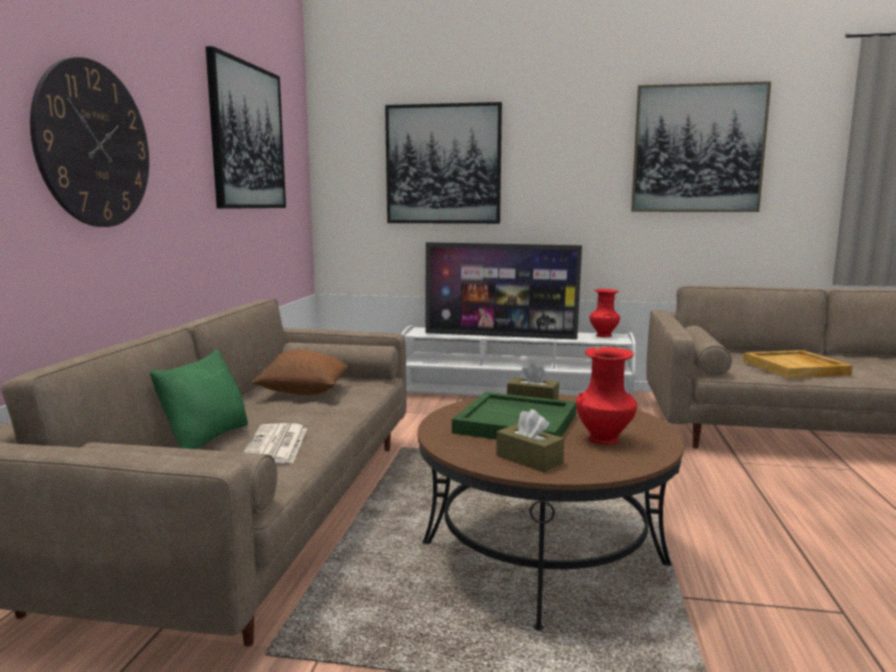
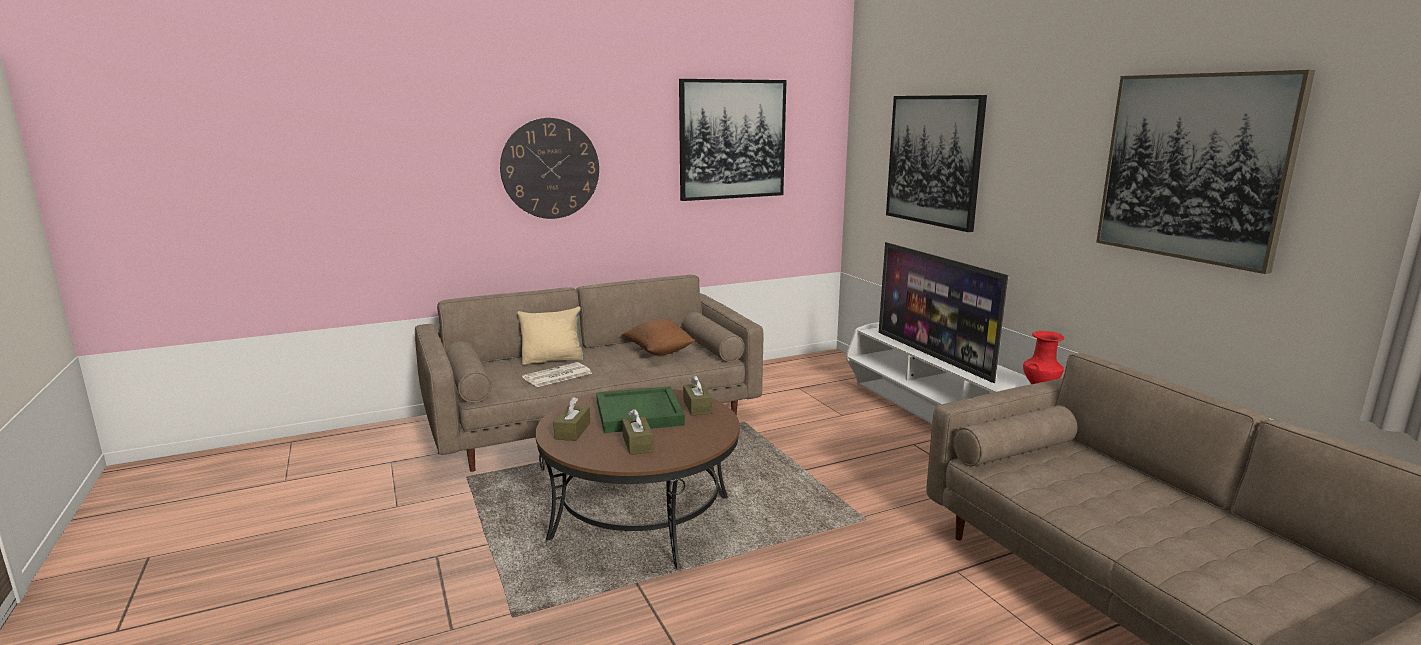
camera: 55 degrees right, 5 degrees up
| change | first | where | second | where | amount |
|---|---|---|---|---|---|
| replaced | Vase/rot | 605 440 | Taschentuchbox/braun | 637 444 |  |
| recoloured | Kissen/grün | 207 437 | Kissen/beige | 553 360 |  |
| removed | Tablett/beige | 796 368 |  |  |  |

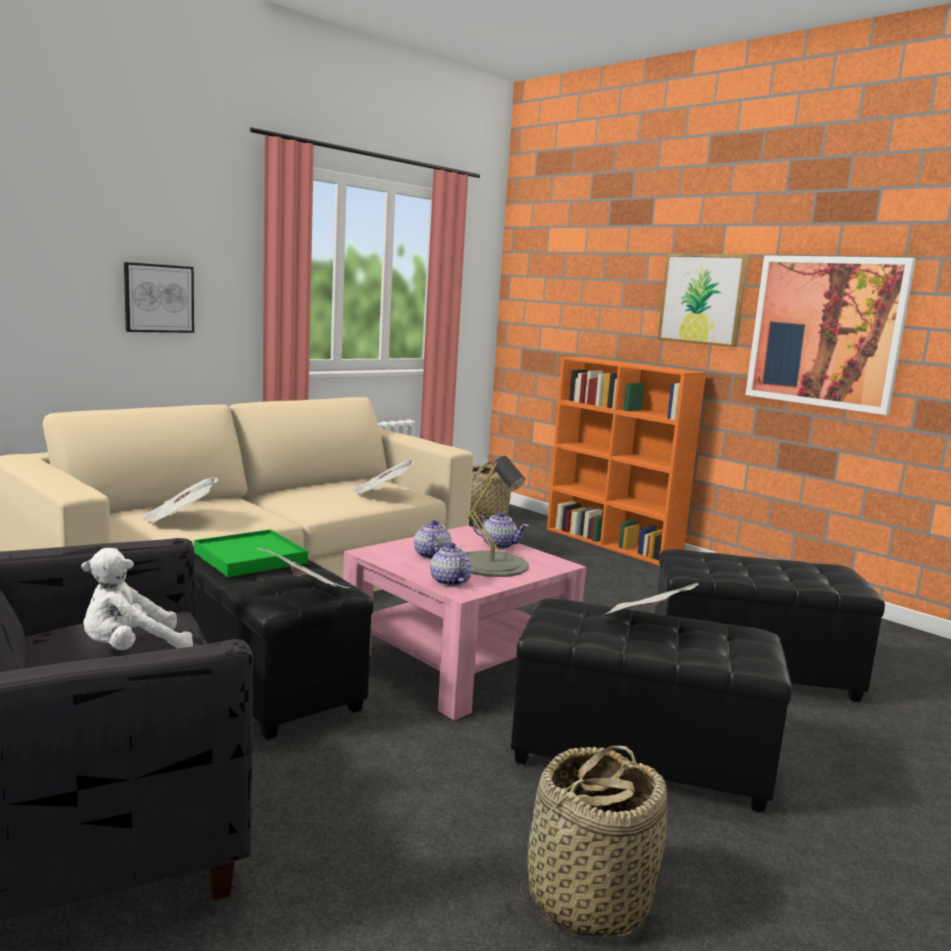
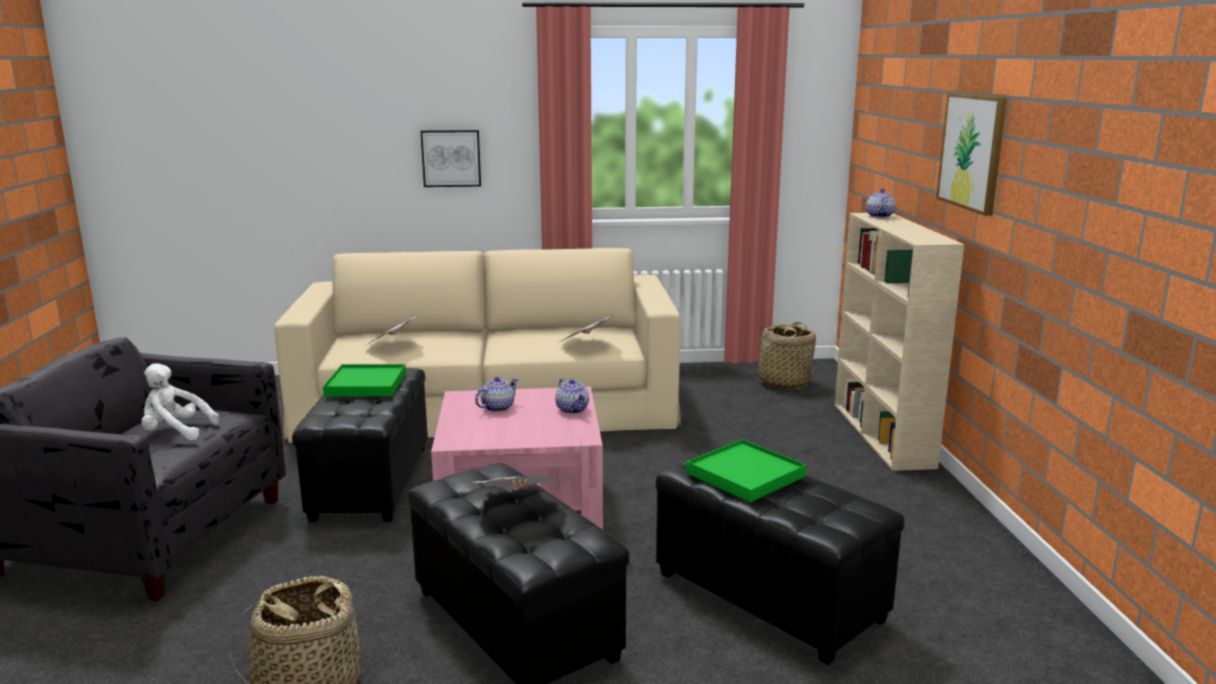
camera: 40 degrees right, 5 degrees up
| change | first | where | second | where | amount |
|---|---|---|---|---|---|
| removed | Bild | 825 331 |  |  |  |
| recoloured | Bücherregal/orange | 613 544 | Bücherregal/beige | 883 435 |  |
| removed | Tischlampe/grau | 491 564 |  |  |  |
| moved | Teekanne | 449 581 |  | 879 216 |  |
| removed | Zeitung | 302 592 |  |  |  |
| added |  |  | Tablett/grün | 745 474 |  |

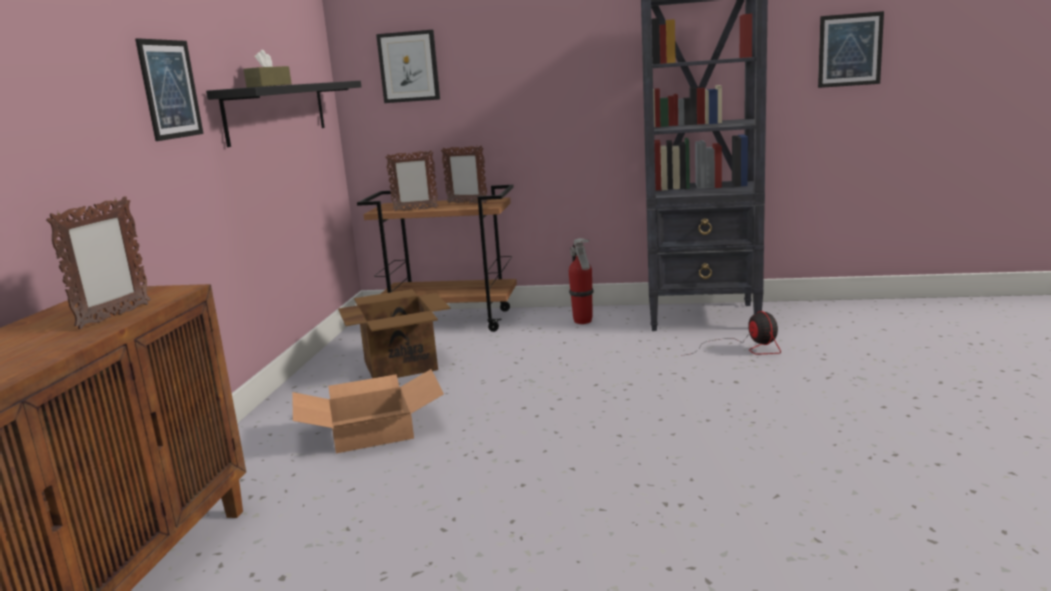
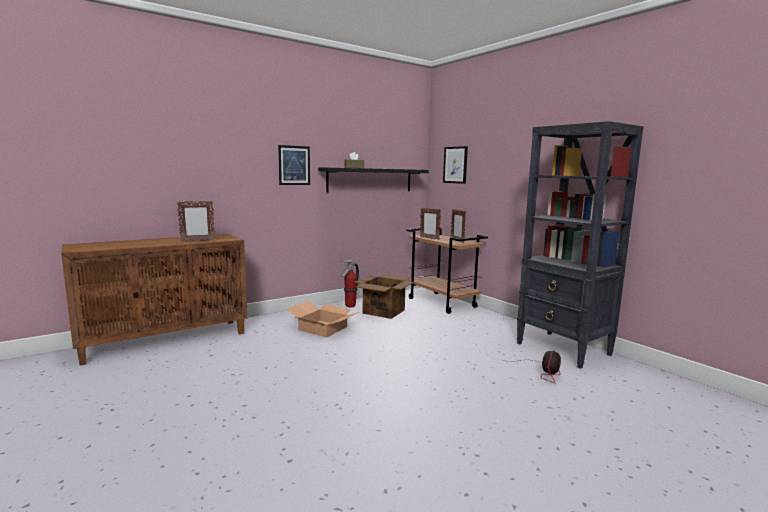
camera: 45 degrees right, 5 degrees down
| change | first | where | second | where | amount |
|---|---|---|---|---|---|
| removed | Bild | 850 50 |  |  |  |
| moved | Feuerlöscher | 583 321 |  | 350 306 |  |

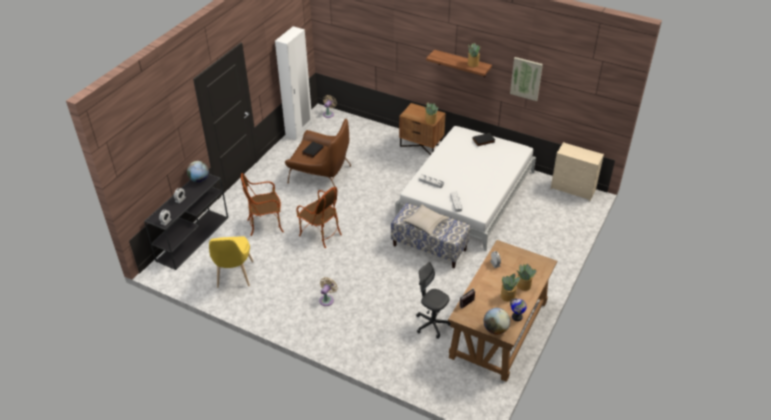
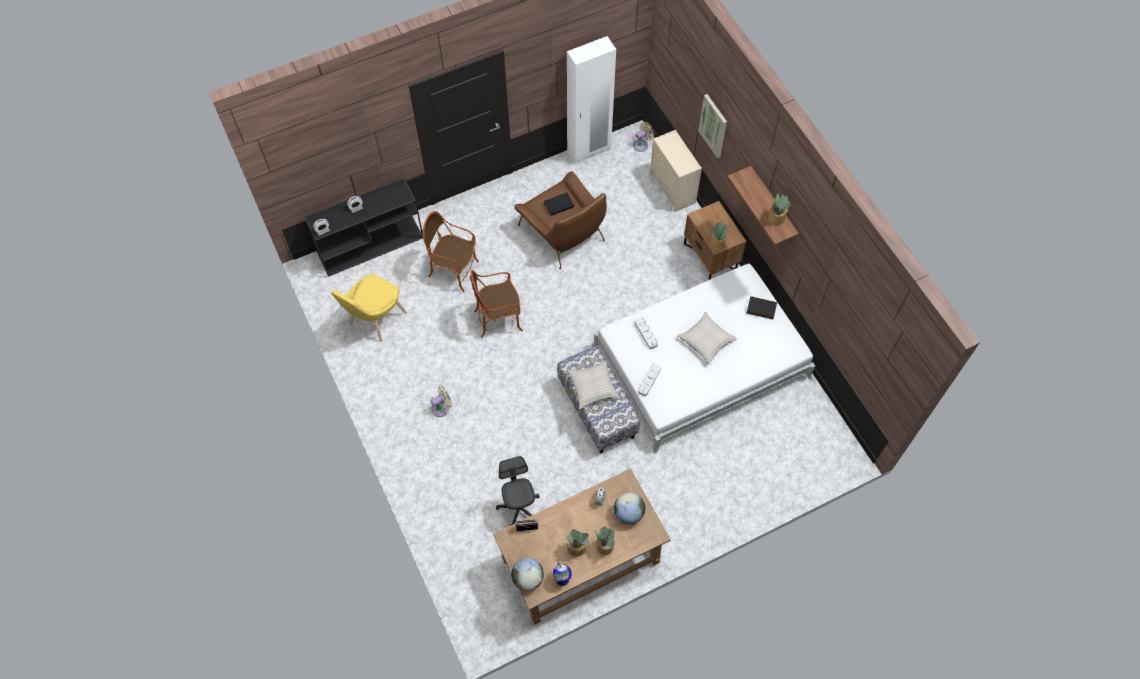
camera: 35 degrees right, 20 degrees up
| change | first | where | second | where | amount |
|---|---|---|---|---|---|
| moved | Bild | 526 78 |  | 713 125 |  |
| moved | Kommode/beige | 573 189 |  | 673 189 |  |
| moved | Globus | 199 179 |  | 628 513 |  |
| turned | Sessel | 320 234 |  | 498 318 | 90 degrees clockwise |
| added |  |  | Kissen/beige | 706 340 |  |

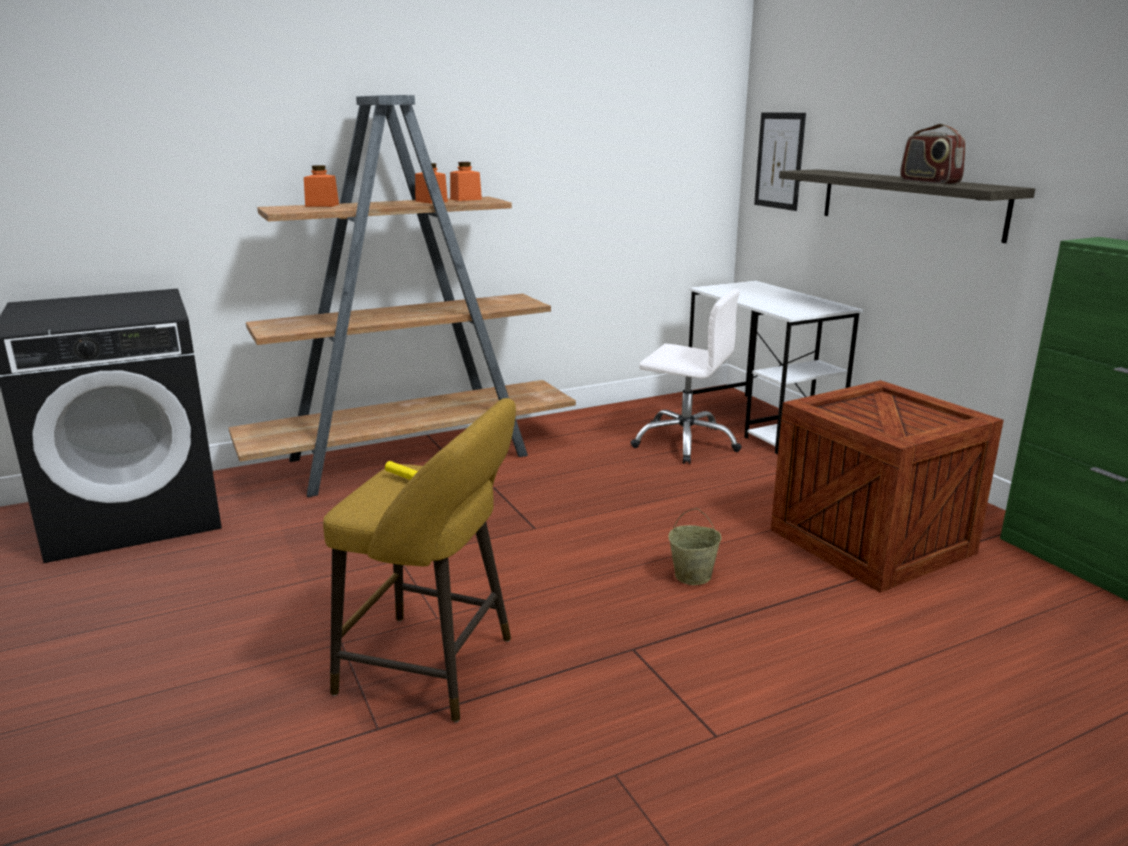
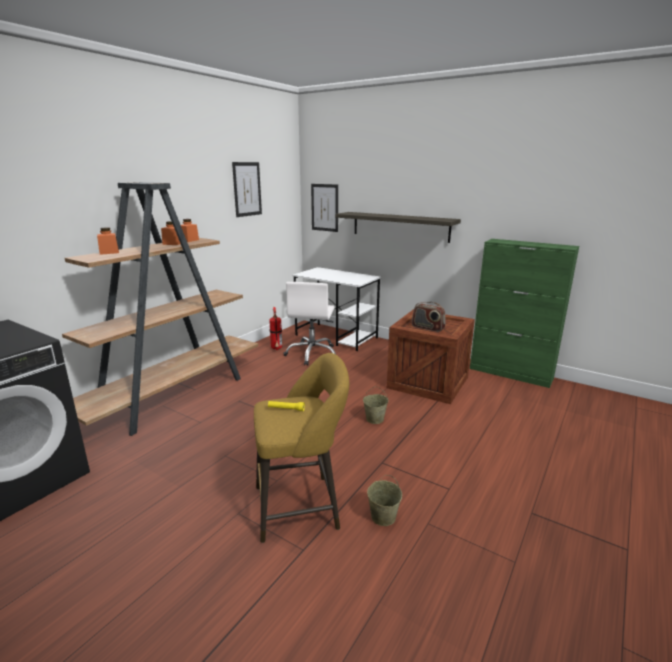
camera: 30 degrees left, 0 degrees up
| change | first | where | second | where | amount |
|---|---|---|---|---|---|
| moved | Radio | 929 182 |  | 427 328 |  |
| turned | Bürostuhl/weiß | 685 442 |  | 312 354 | 105 degrees clockwise |
| added |  |  | Bild | 247 189 |  |
| added |  |  | Feuerlöscher | 276 349 |  |
| added |  |  | Eimer/beige | 383 516 |  |

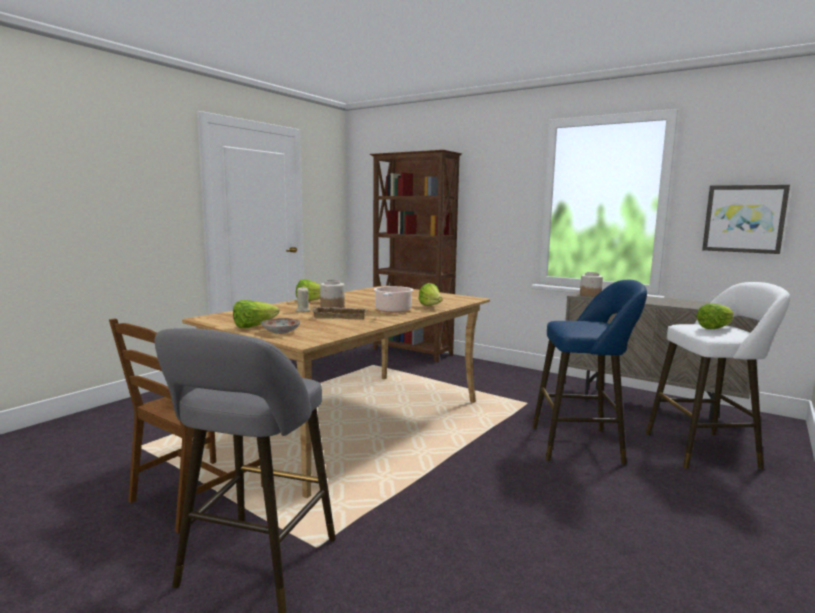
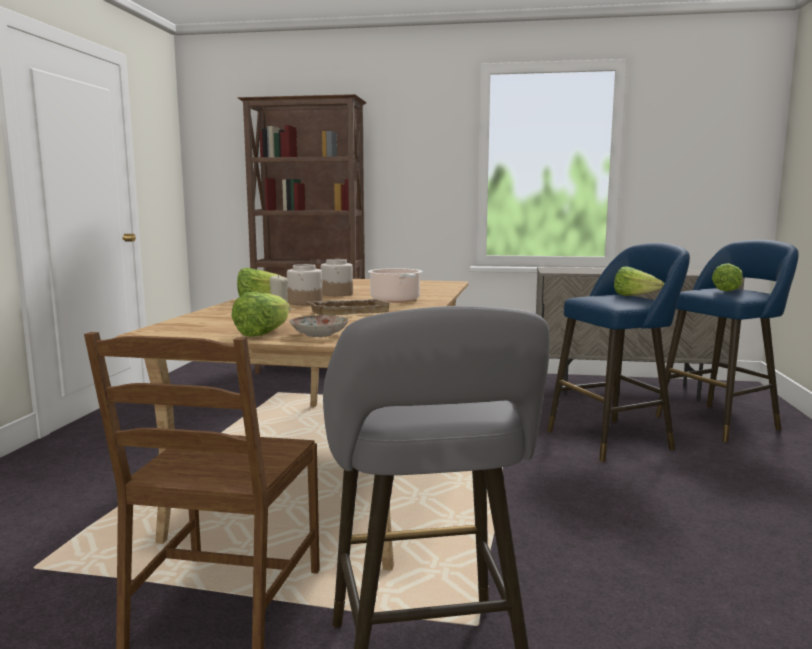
camera: 25 degrees left, 0 degrees up
| change | first | where | second | where | amount |
|---|---|---|---|---|---|
| removed | Bild | 744 219 |  |  |  |
| moved | Vorratsglas | 590 295 |  | 337 294 |  |
| recoloured | Hocker/weiß | 706 450 | Hocker/blau | 720 422 |  |
| moved | Salatkopf | 431 307 |  | 634 296 |  |

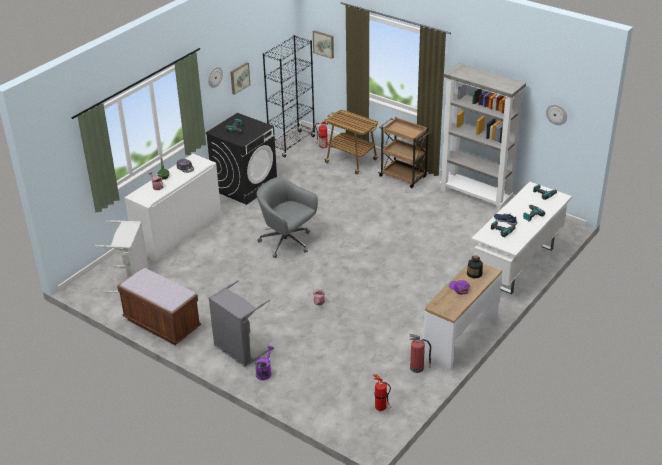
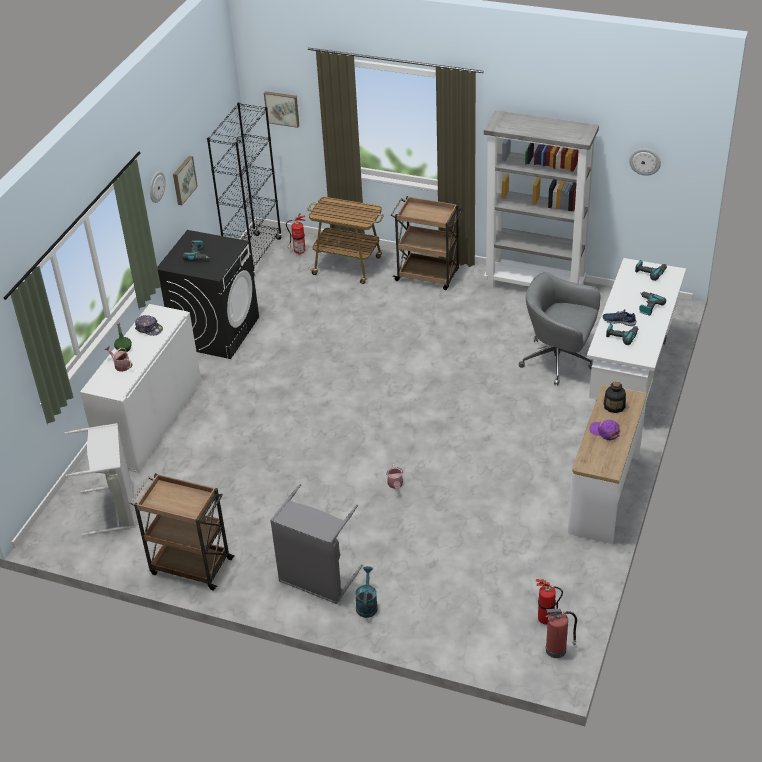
camera: 15 degrees left, 5 degrees up
| change | first | where | second | where | amount |
|---|---|---|---|---|---|
| moved | Bürostuhl/grau | 287 243 |  | 559 361 |  |
| replaced | Bank/braun | 162 324 | Rollwagen/braun | 190 566 |  |
| moved | Feuerlöscher | 417 368 |  | 557 649 |  |
| recoloured | Gießkanne/lila | 264 372 | Gießkanne/türkis | 366 604 |  |

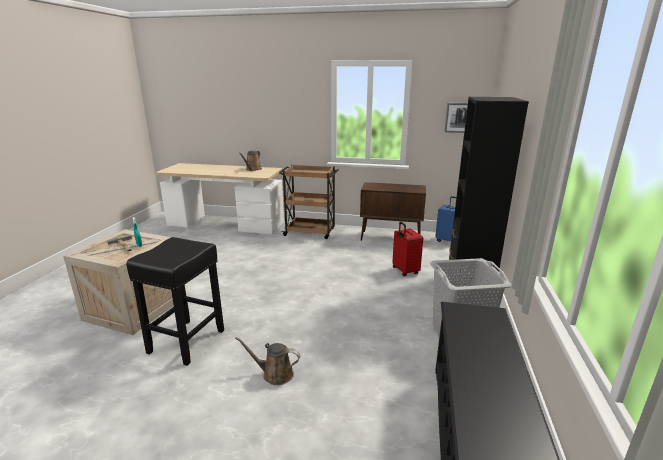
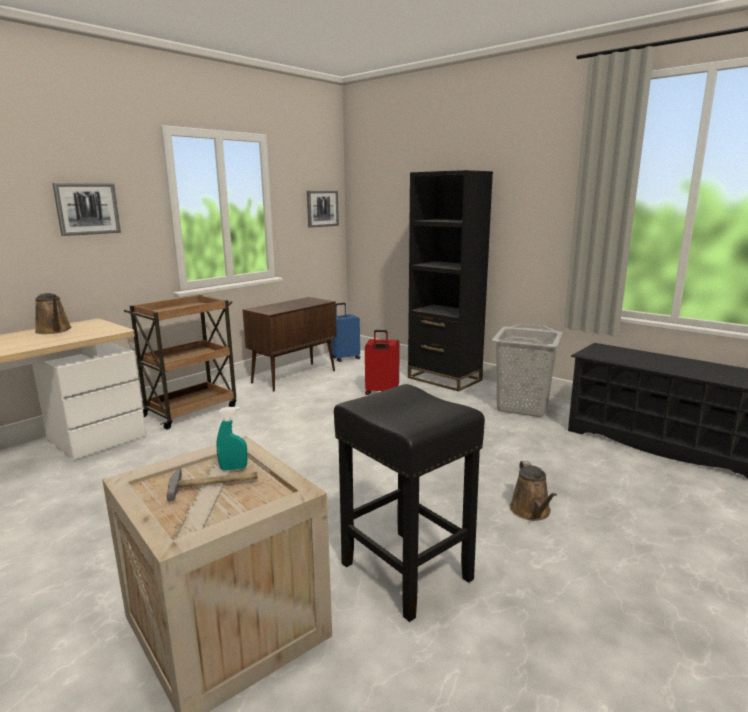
camera: 60 degrees left, 5 degrees down
| change | first | where | second | where | amount |
|---|---|---|---|---|---|
| turned | Gießkanne/braun | 275 374 |  | 531 512 | 45 degrees counterclockwise |
| added |  |  | Bild | 87 209 |  |

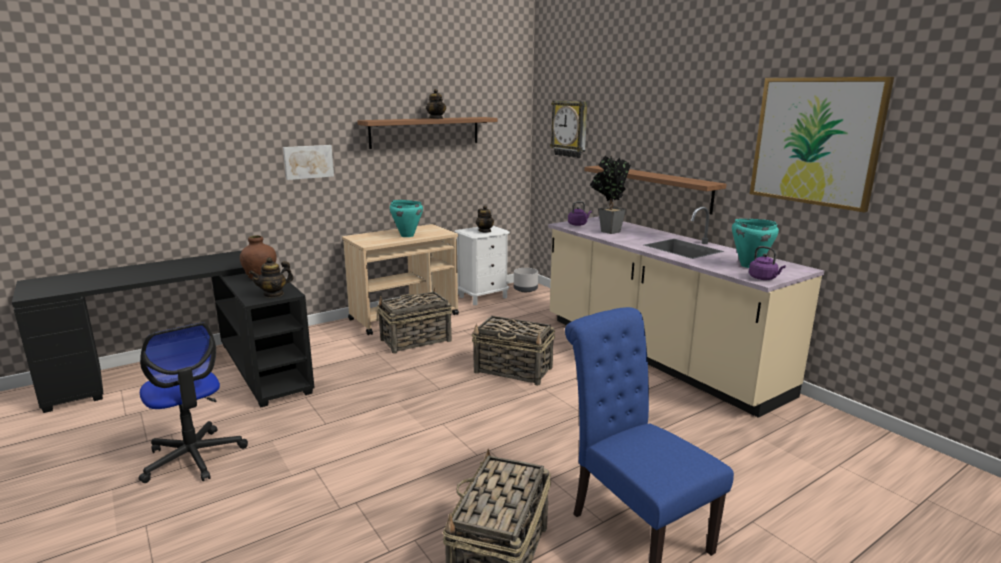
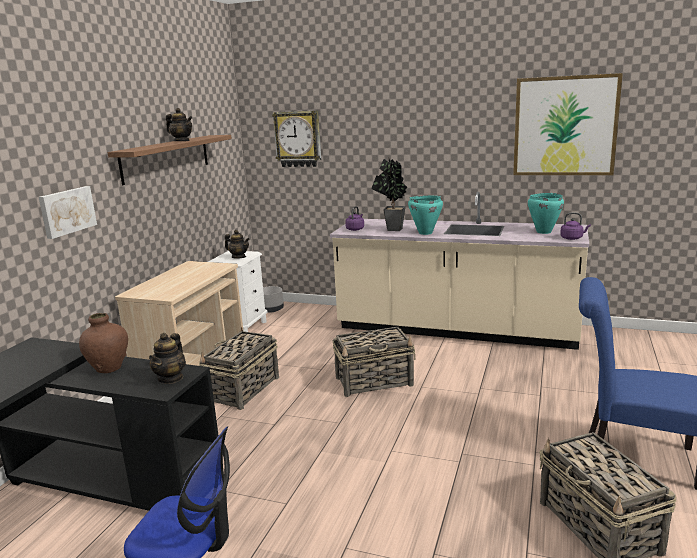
camera: 35 degrees left, 0 degrees up
| change | first | where | second | where | amount |
|---|---|---|---|---|---|
| removed | Wandregal | 657 188 |  |  |  |
| moved | Kochtopf/türkis | 407 235 |  | 425 233 |  |

